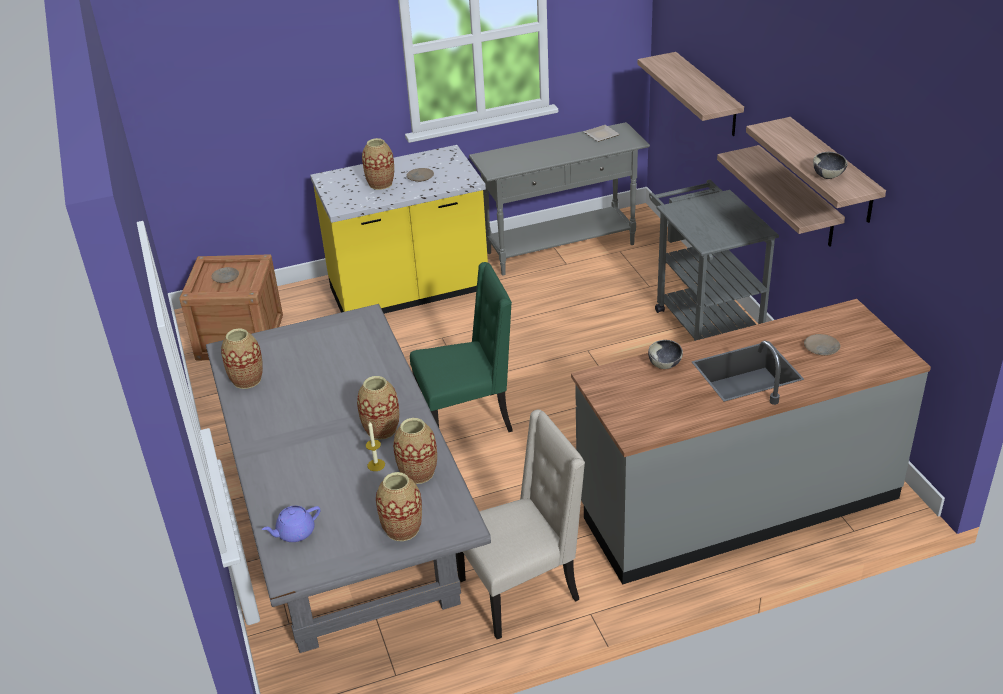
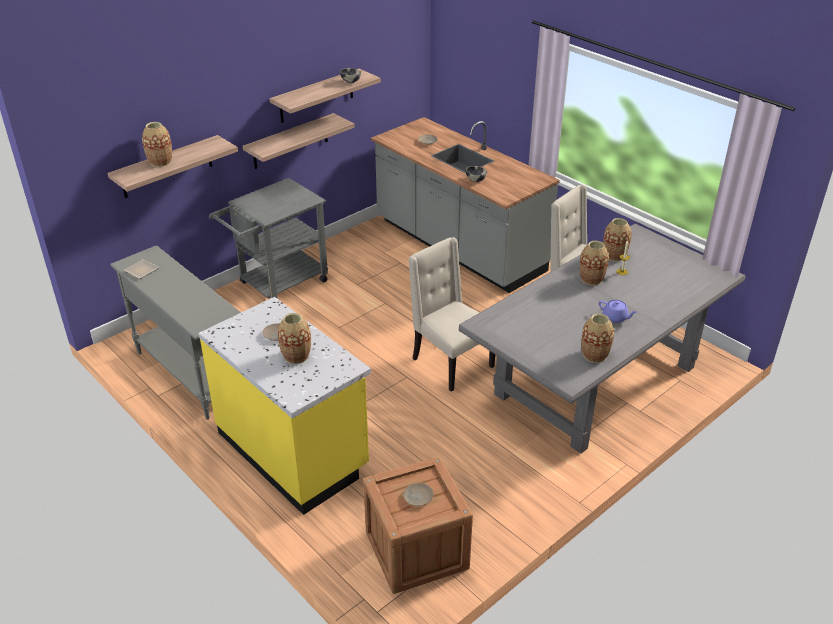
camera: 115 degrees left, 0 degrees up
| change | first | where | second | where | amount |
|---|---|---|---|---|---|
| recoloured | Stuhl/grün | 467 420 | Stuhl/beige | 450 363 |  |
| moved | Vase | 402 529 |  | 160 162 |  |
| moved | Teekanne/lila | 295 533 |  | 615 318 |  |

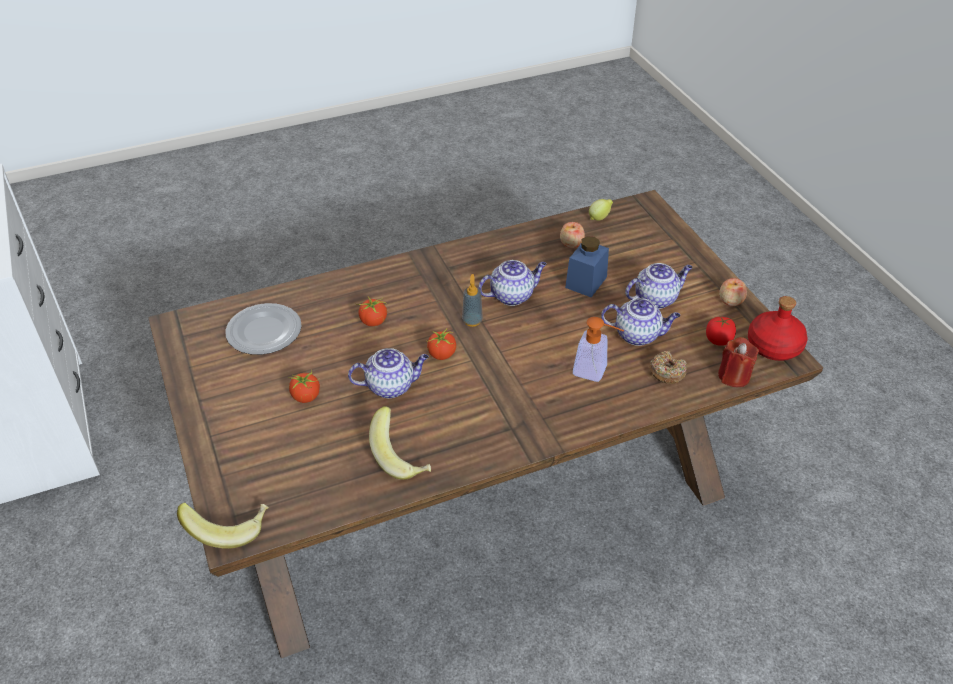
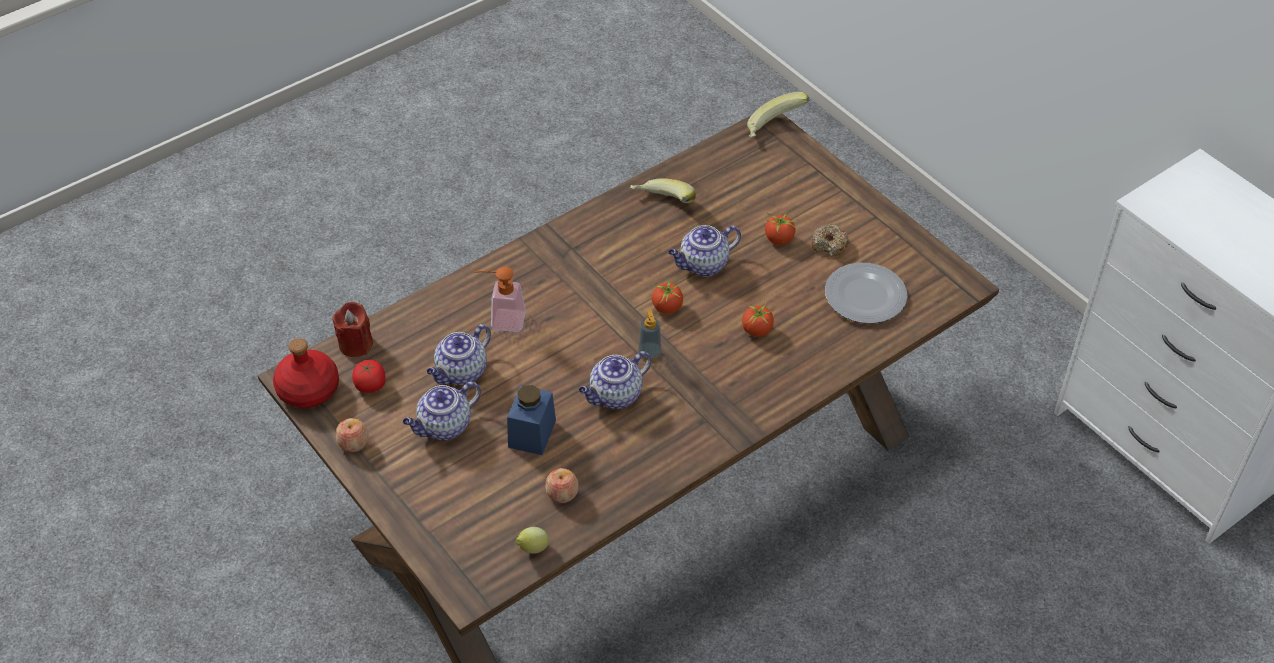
camera: 165 degrees right, 5 degrees up
| change | first | where | second | where | amount |
|---|---|---|---|---|---|
| turned | Teekanne | 638 335 |  | 461 373 | 45 degrees counterclockwise |
| moved | Donut | 667 372 |  | 829 245 |  |

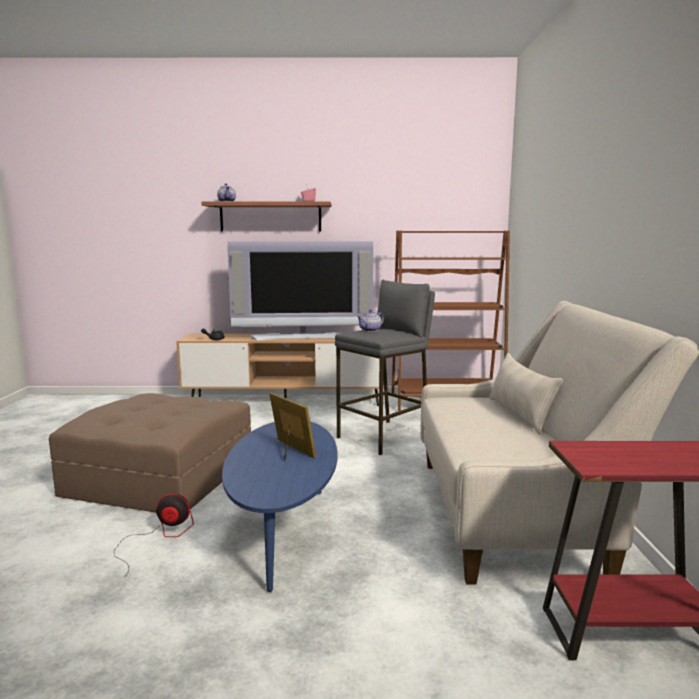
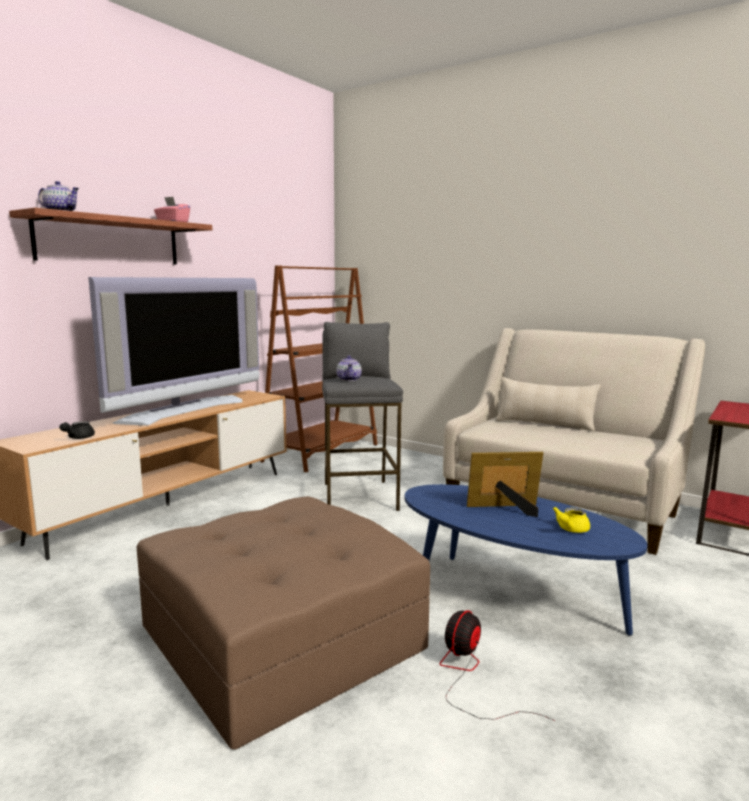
camera: 55 degrees left, 0 degrees up
| change | first | where | second | where | amount |
|---|---|---|---|---|---|
| added |  |  | Teekanne/gelb | 570 529 |  |

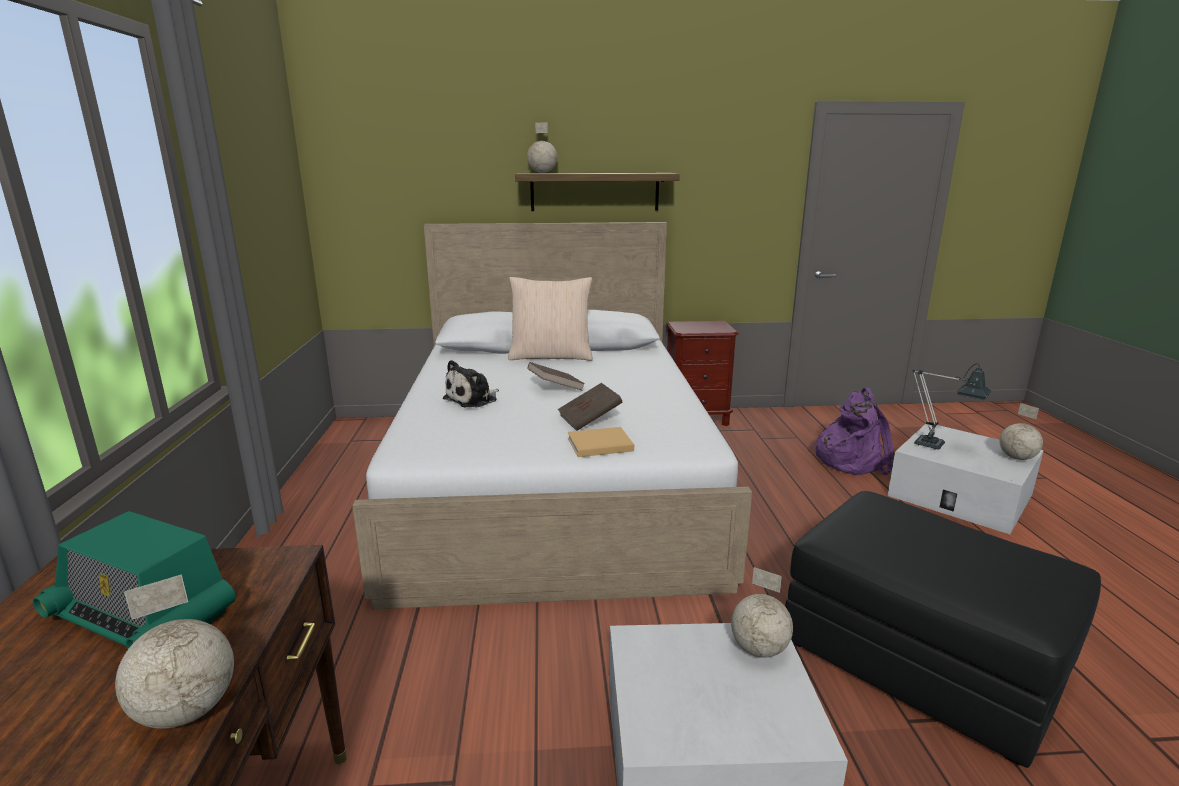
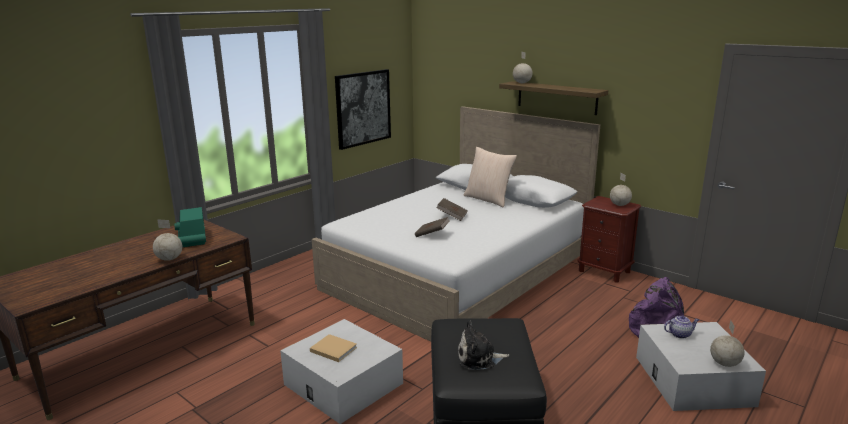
camera: 45 degrees right, 0 degrees up
| change | first | where | second | where | amount |
|---|---|---|---|---|---|
| moved | Plüschtier | 473 399 |  | 479 358 |  |
| replaced | Tischlampe | 937 446 | Teekanne | 680 334 |  |
| moved | Buch/beige | 598 444 |  | 332 349 |  |
| moved | Globus | 758 649 |  | 619 205 |  |
| added |  |  | Bild | 363 108 |  |

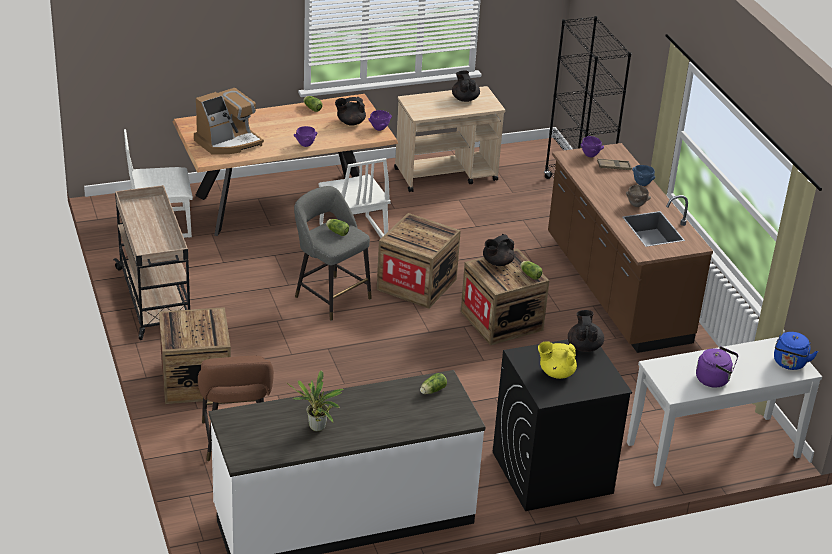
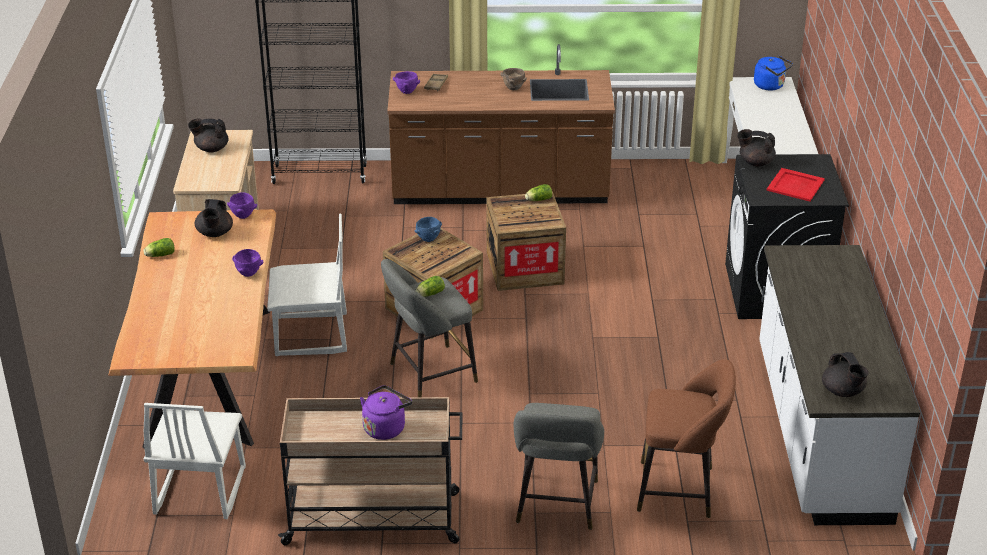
camera: 70 degrees left, 0 degrees up
| change | first | where | second | where | amount |
|---|---|---|---|---|---|
| removed | Kaffeemaschine | 228 142 |  |  |  |
| moved | Schüssel/blau | 642 184 |  | 428 239 |  |
| moved | Teekanne/schwarz | 497 262 |  | 843 391 |  |
| replaced | Kiste | 196 380 | Hocker/grau | 556 506 |  |
| replaced | Teekanne/gelb | 556 373 | Tablett/rot | 795 185 |  |
| moved | Wasserkessel/lila | 714 380 |  | 385 427 |  |
| removed | Topfpflanze | 317 429 |  |  |  |
| removed | Salatkopf | 432 391 |  |  |  |

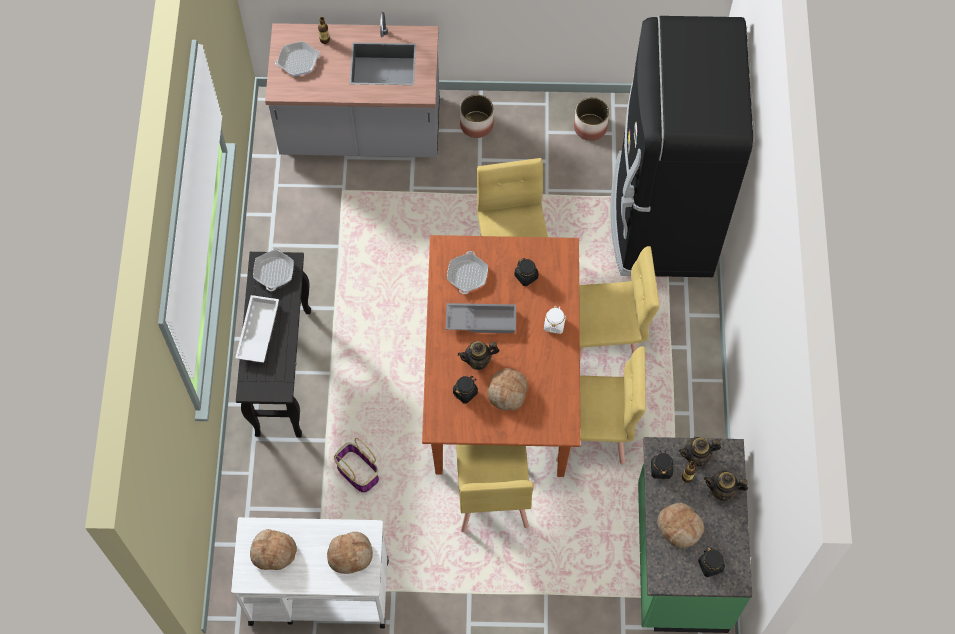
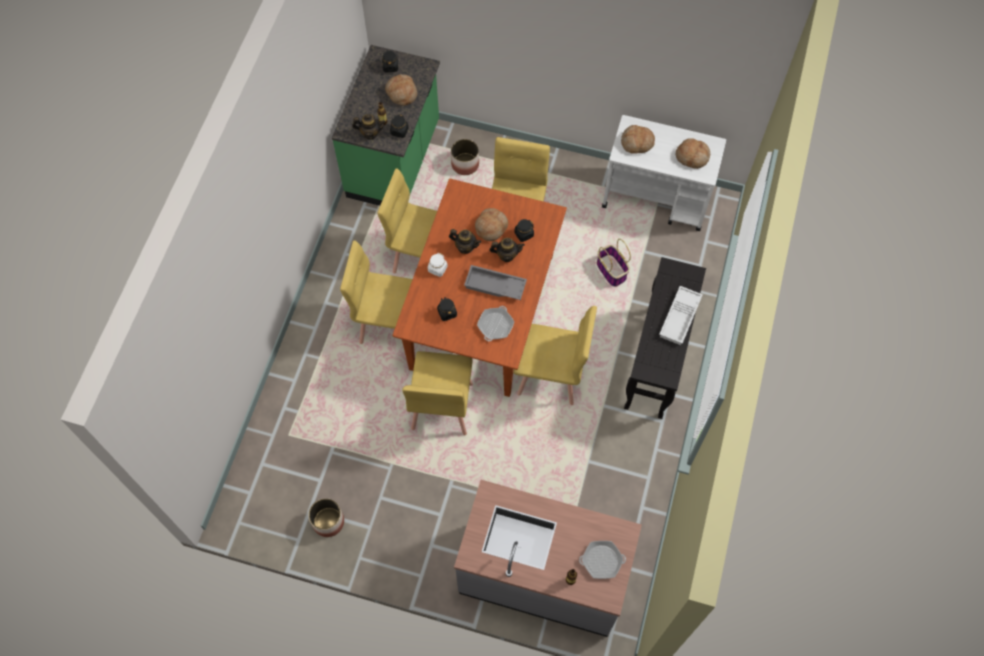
camera: 165 degrees left, 0 degrees up
| change | first | where | second | where | amount |
|---|---|---|---|---|---|
| removed | Kühlschrank/schwarz | 661 217 |  |  |  |
| moved | Pflanzkübel | 476 125 |  | 465 164 |  |
| removed | Pfanne | 274 272 |  |  |  |
| moved | Teekanne | 722 491 |  | 465 247 |  |
| added |  |  | Stuhl/gelb | 550 376 |  |

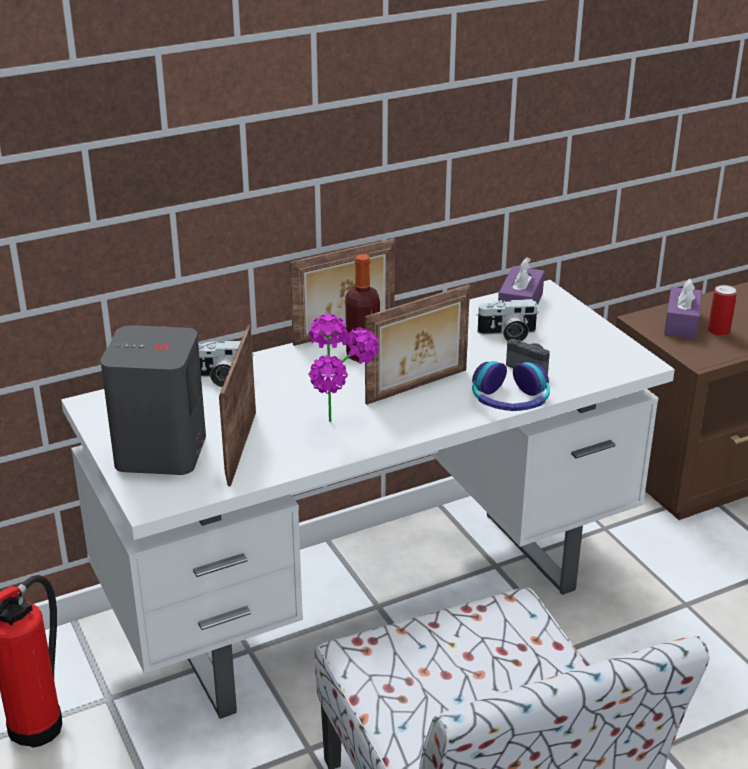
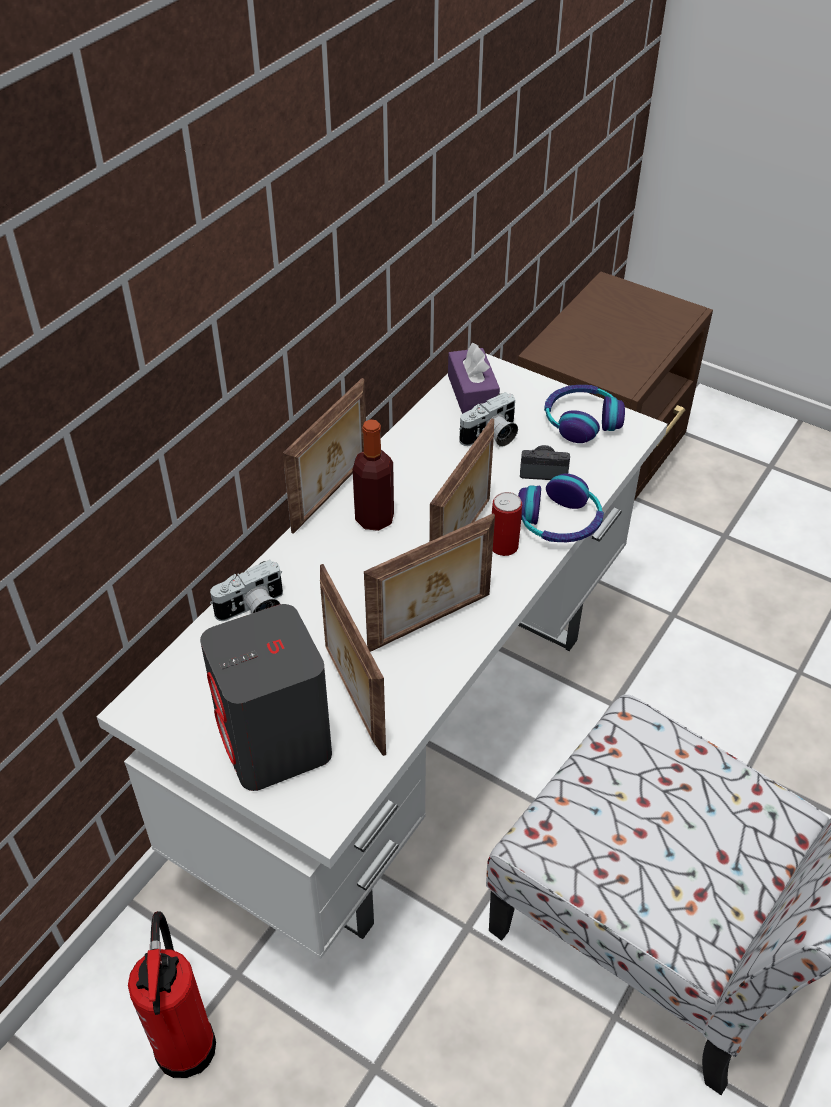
camera: 30 degrees left, 15 degrees up
| change | first | where | second | where | amount |
|---|---|---|---|---|---|
| removed | Taschentuchbox/lila | 681 323 |  |  |  |
| moved | Dose | 718 331 |  | 503 546 |  |
| replaced | Topfpflanze | 342 426 | Bilderrahmen | 431 623 |  |
| added |  |  | Kopfhörer | 581 421 |  |

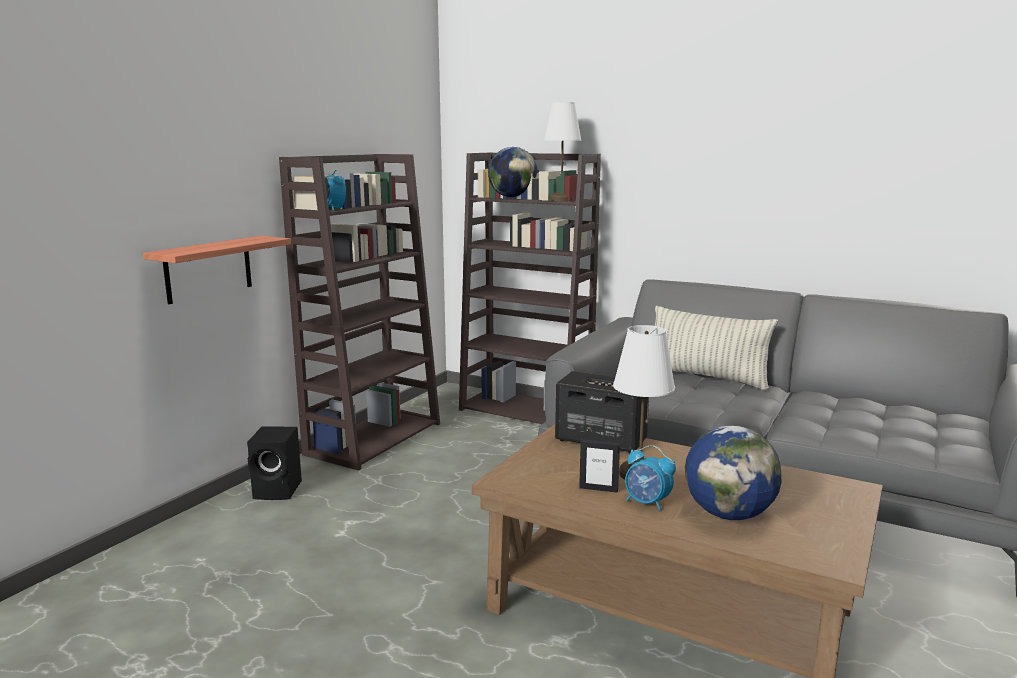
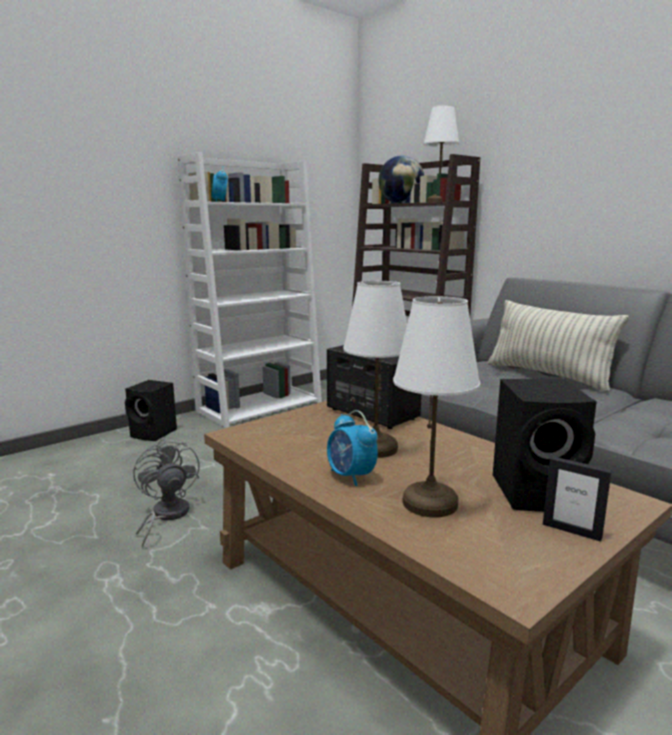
camera: 20 degrees right, 0 degrees up
| change | first | where | second | where | amount |
|---|---|---|---|---|---|
| recoloured | Bücherregal/braun | 374 438 | Bücherregal/weiß | 260 406 |  |
| removed | Wandregal | 208 269 |  |  |  |
| replaced | Globus | 729 514 | Tischlampe/weiß | 431 503 |  |
| moved | Bilderrahmen | 598 489 |  | 571 530 |  |
| added |  |  | Lautsprecher/schwarz | 538 493 |  |
| added |  |  | Ventilator/grau | 166 516 |  |

